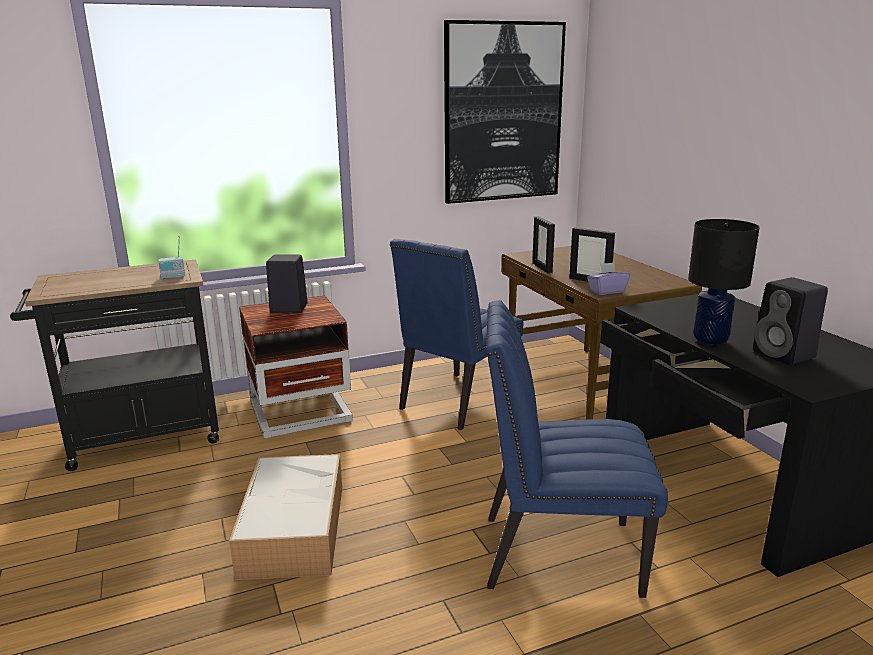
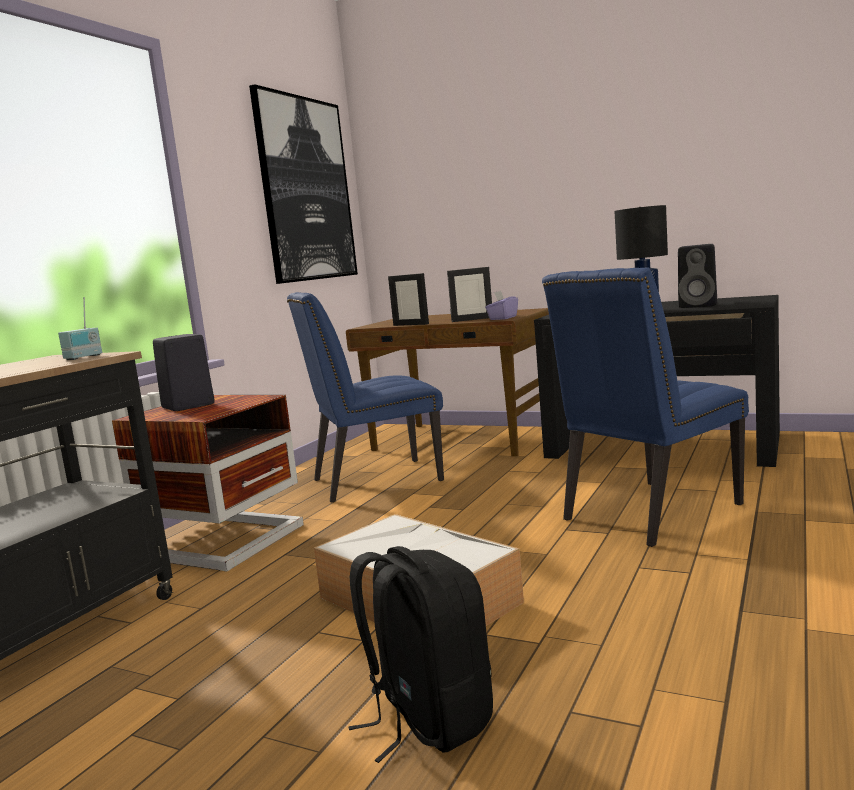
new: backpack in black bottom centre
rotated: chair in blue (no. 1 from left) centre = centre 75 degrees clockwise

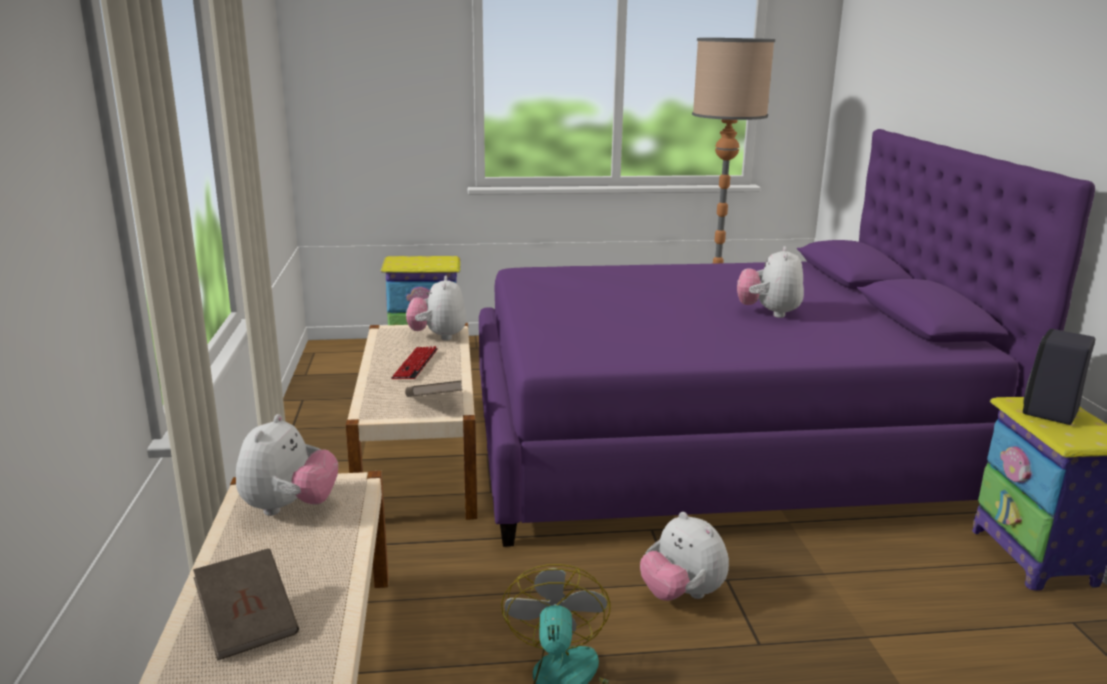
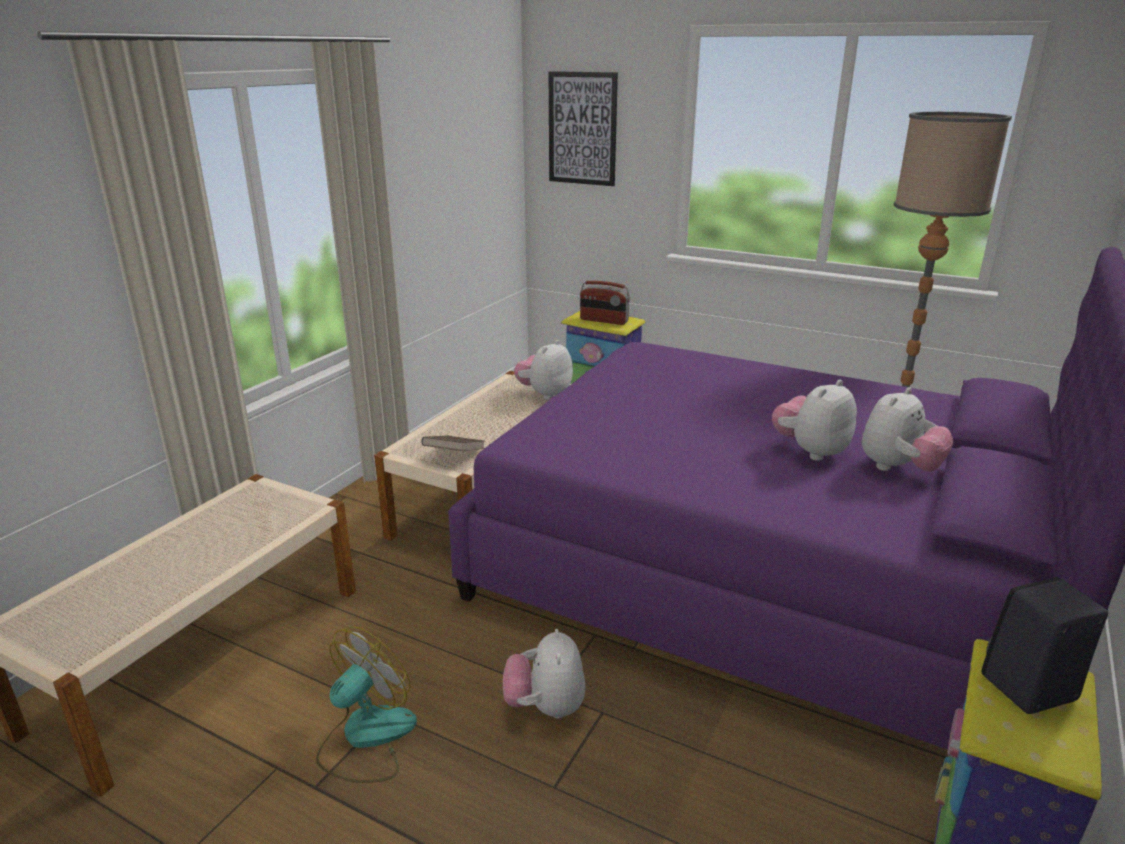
gone: keyboard centre; book in brown (no. 1 from left) bottom left
new: picture top centre; radio centre
shifted: plush toy (no. 1 from left in the first image) bottom left to plush toy (no. 4 from left) middle right

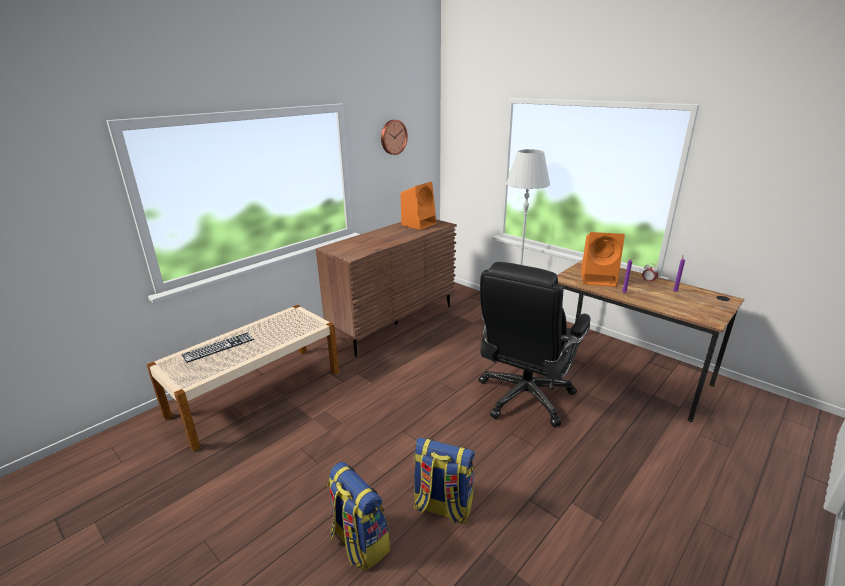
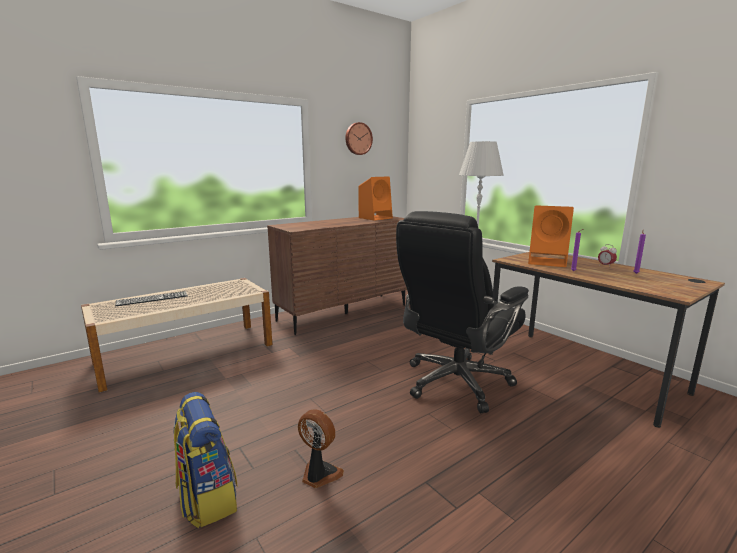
swapped: backpack (no. 2 from left) bottom centre to fan bottom centre

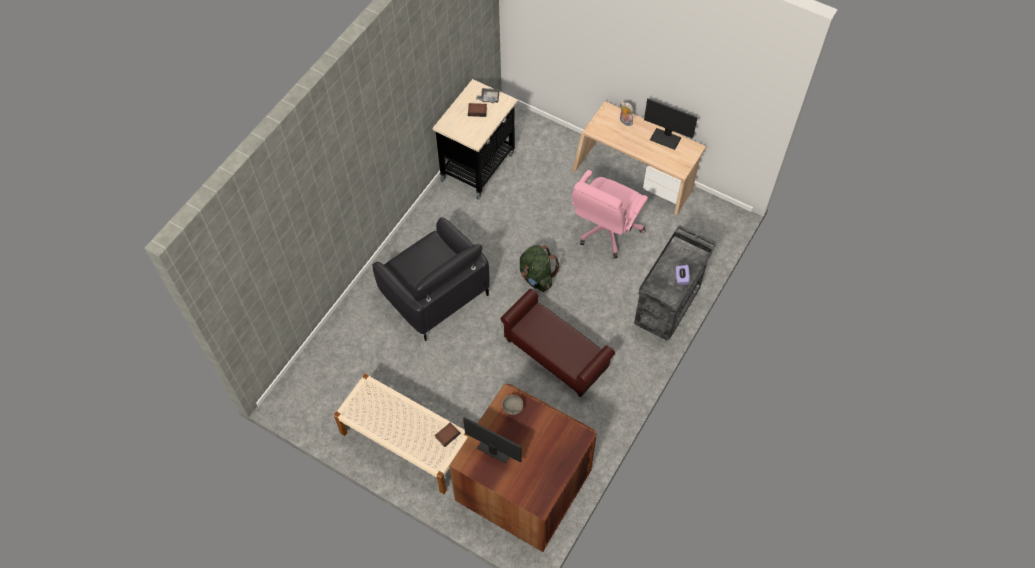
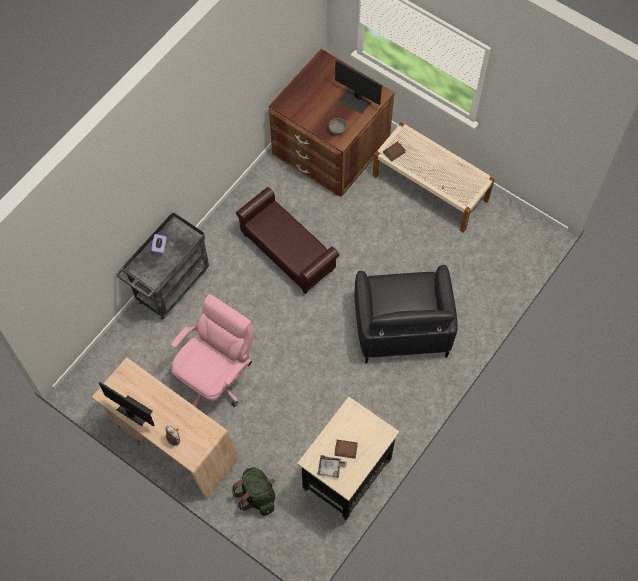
shifted: backpack in green centre to bottom centre
rotated: armchair in black centre = centre 150 degrees counterclockwise

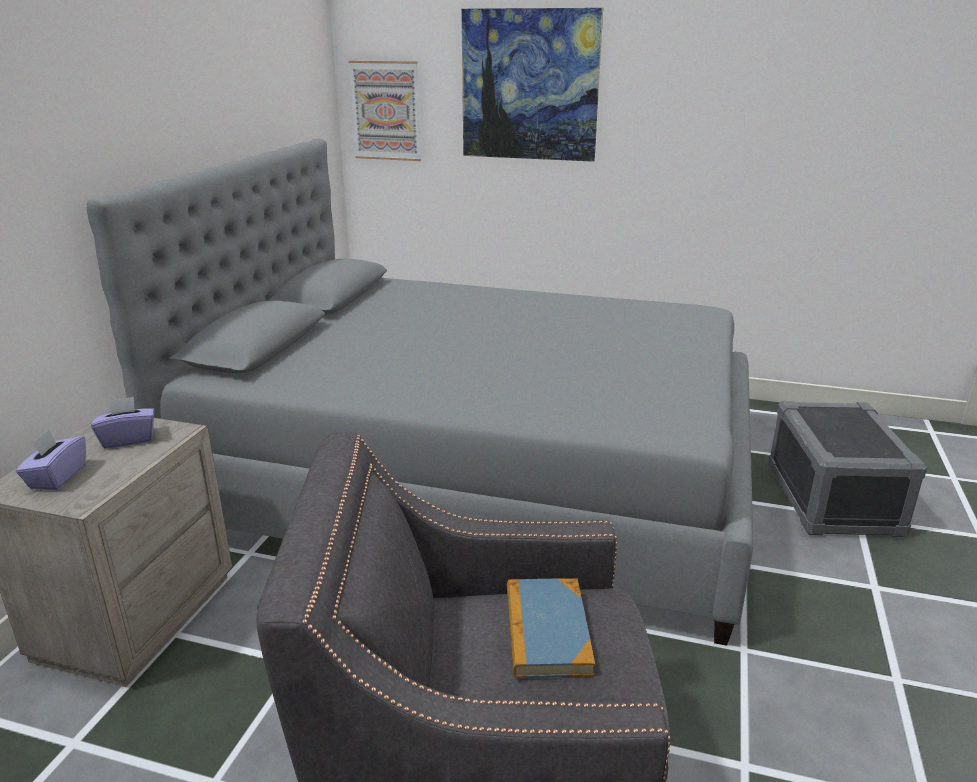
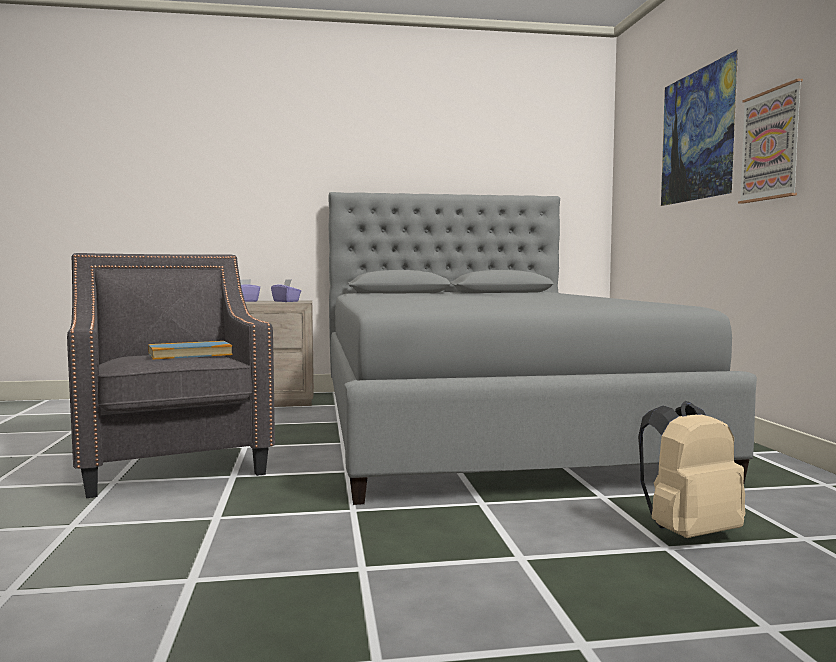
shifted: picture (no. 1 from left in the first image) top centre to picture (no. 2 from left) top right
swapped: storage box in grey middle right to backpack in beige bottom right

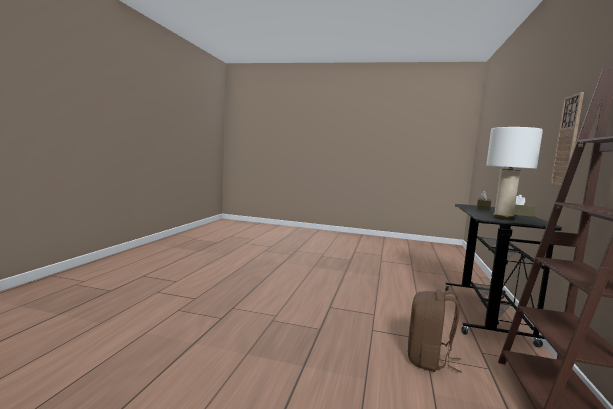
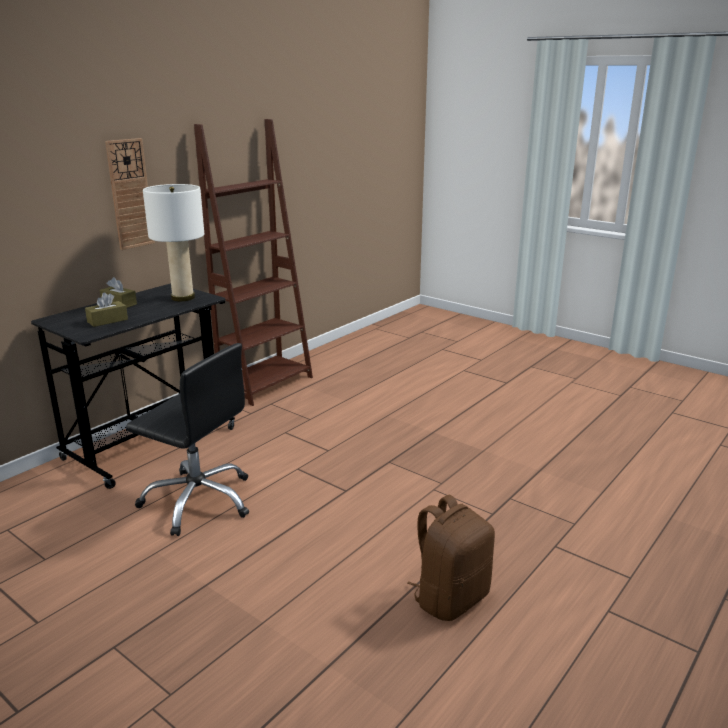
new: office chair in black middle left
shifted: backpack in brown bottom right to bottom centre

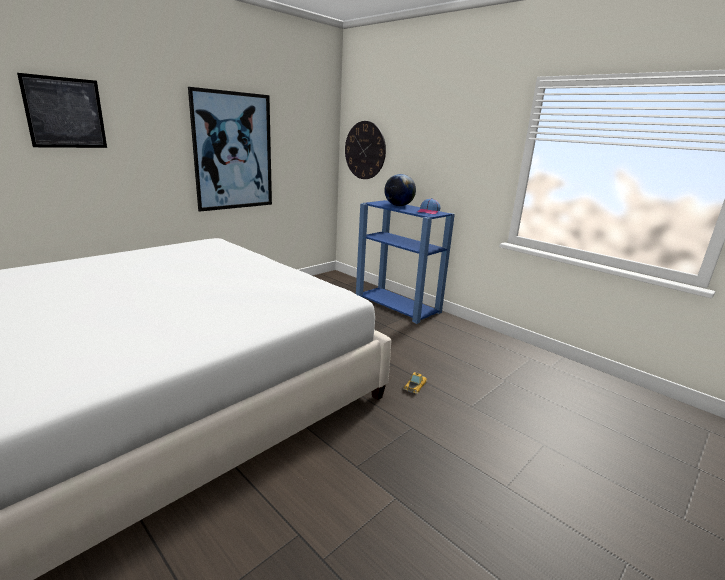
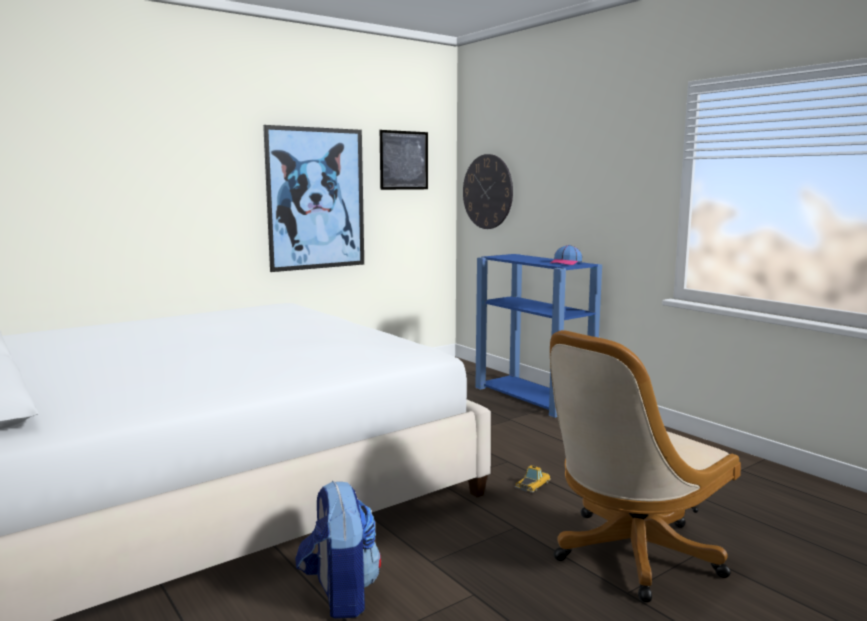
gone: globe top centre
new: office chair bottom right; backpack bottom centre
shifted: picture (no. 1 from left in the first image) top left to picture (no. 2 from left) top centre

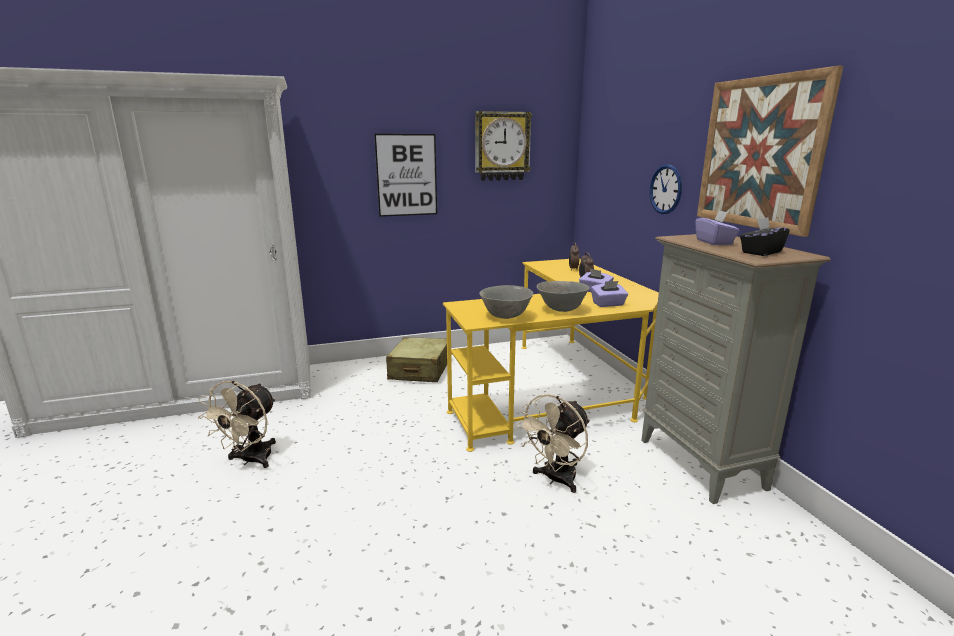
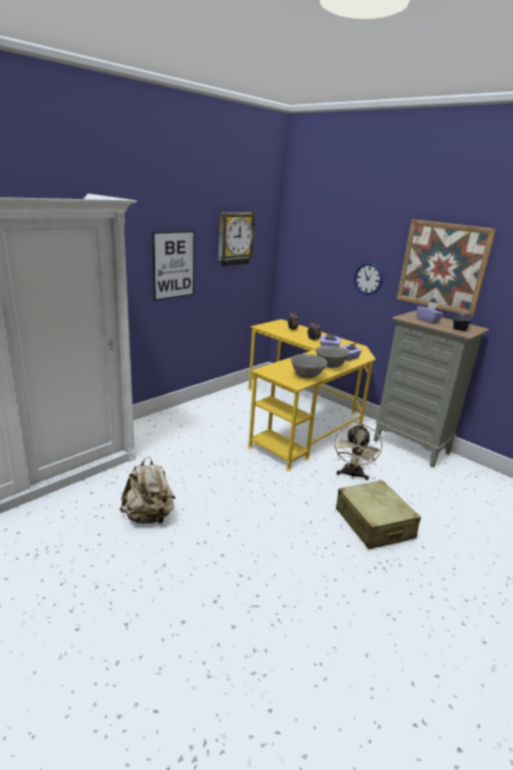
shifted: suitcase in beige centre to bottom right
swapped: fan in beige (no. 1 from left) bottom left to backpack in beige middle left

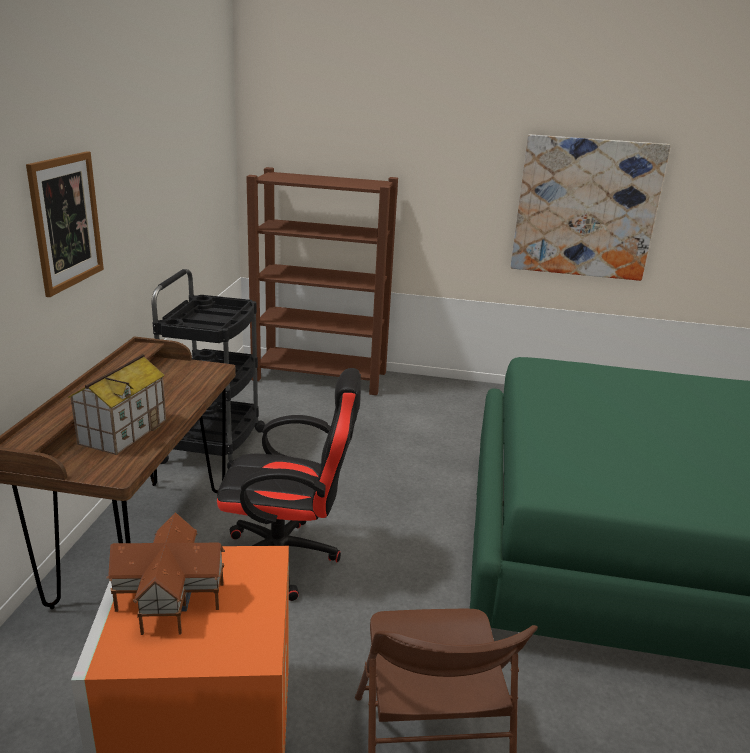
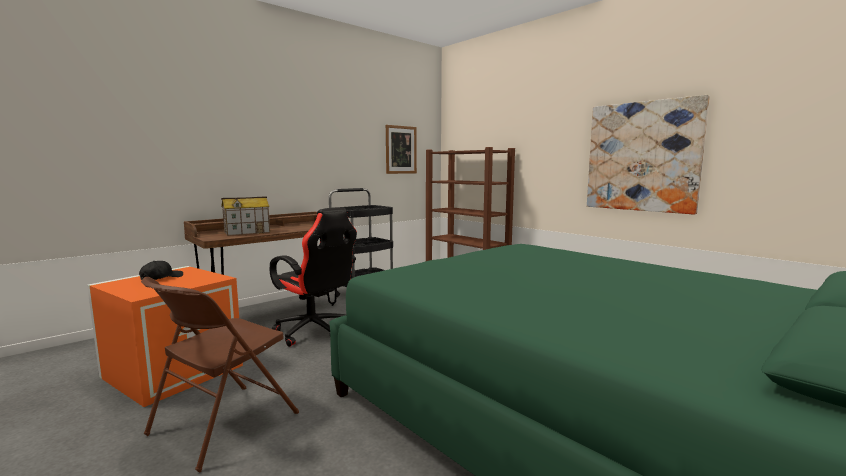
shifted: picture (no. 1 from left) top left to top centre
swapped: toy house (no. 2 from left) bottom left to cap in black middle left

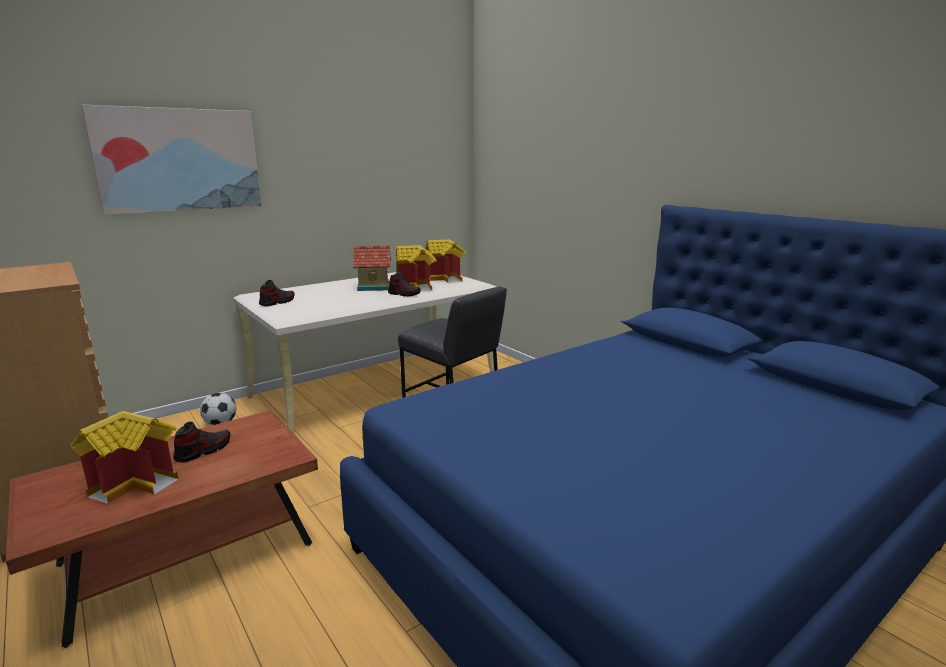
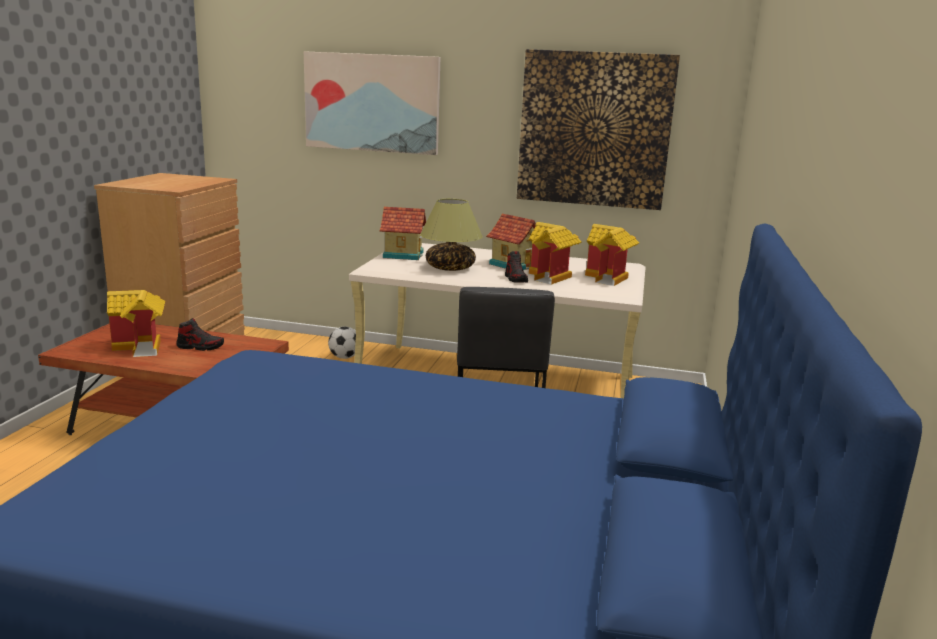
new: picture (no. 2 from left) top centre; table lamp centre
swapped: shoe (no. 2 from left) middle left to toy house (no. 2 from left) centre

